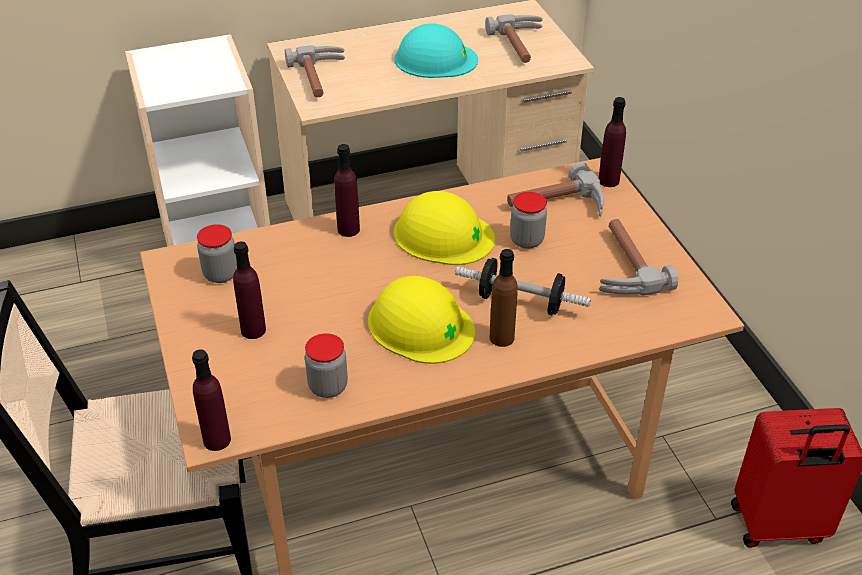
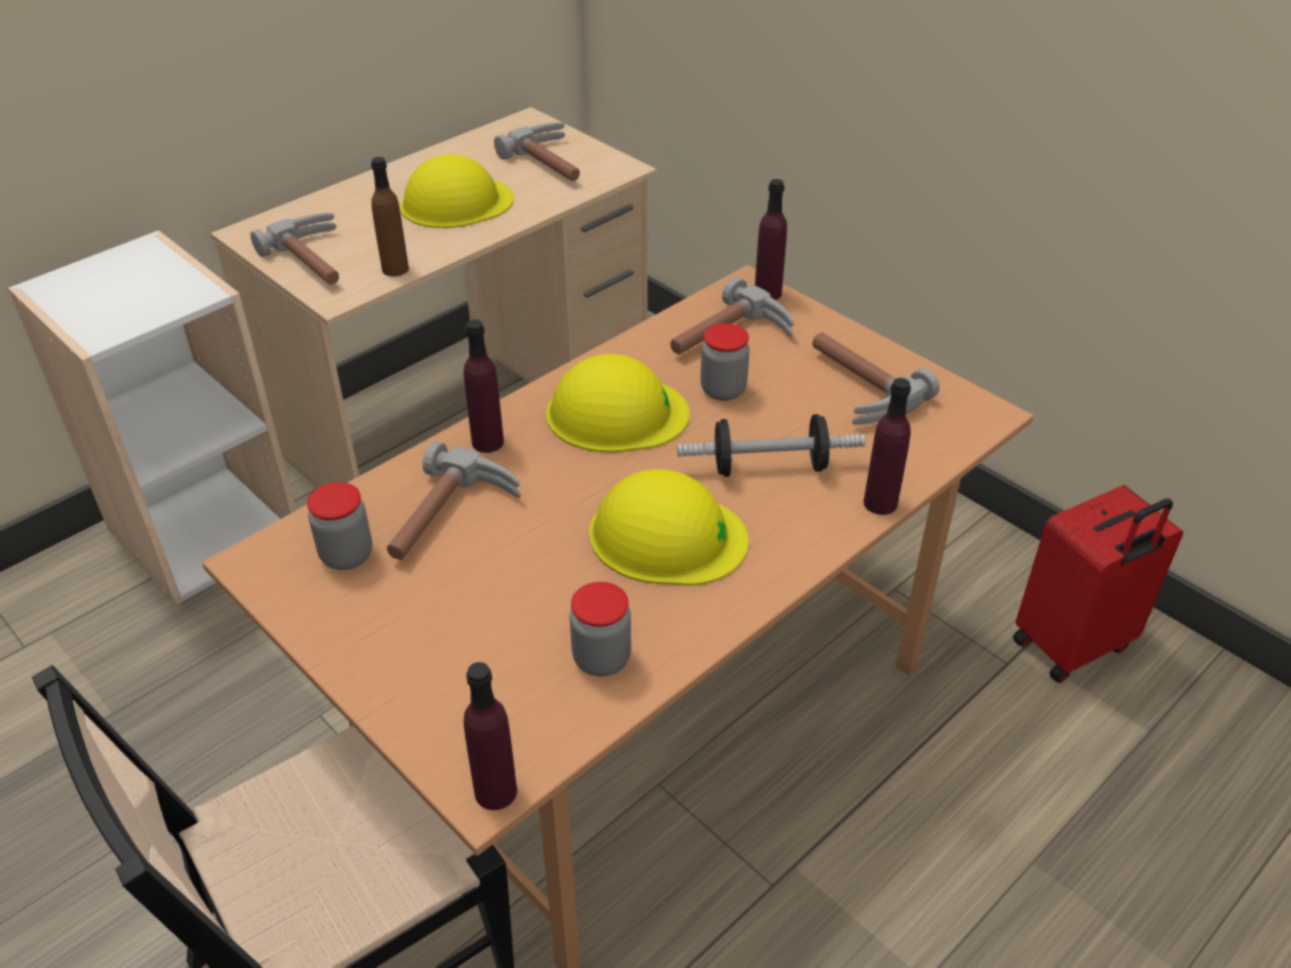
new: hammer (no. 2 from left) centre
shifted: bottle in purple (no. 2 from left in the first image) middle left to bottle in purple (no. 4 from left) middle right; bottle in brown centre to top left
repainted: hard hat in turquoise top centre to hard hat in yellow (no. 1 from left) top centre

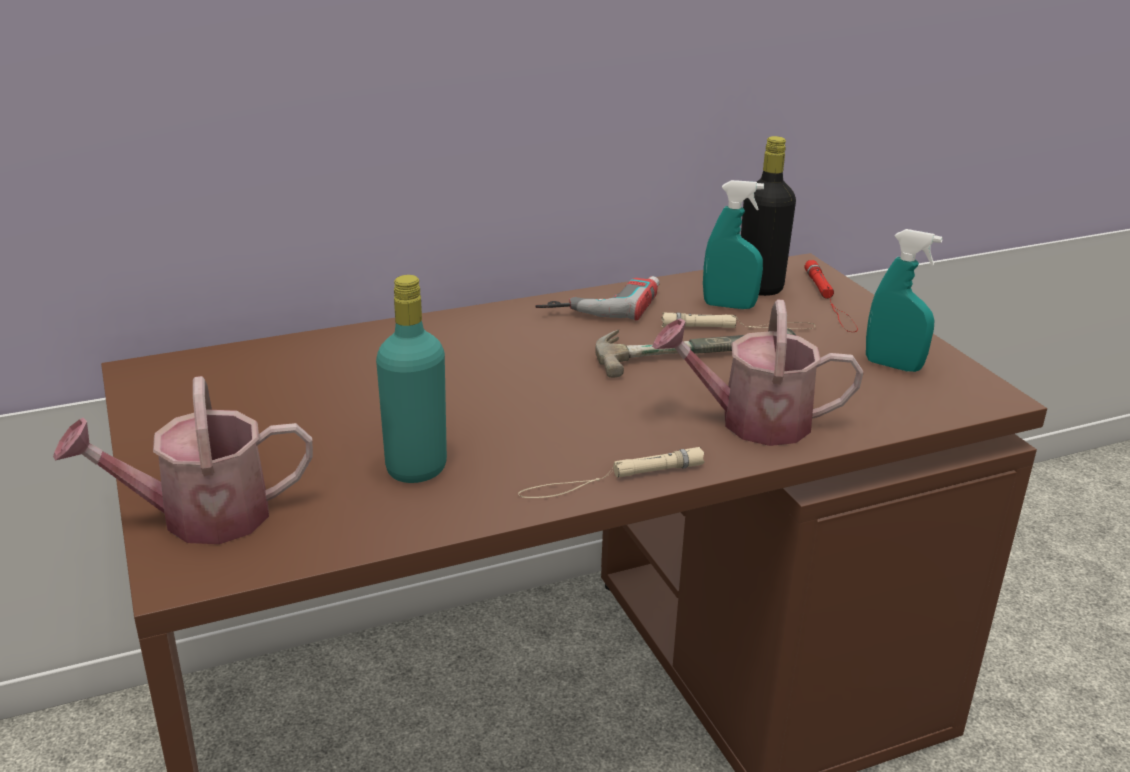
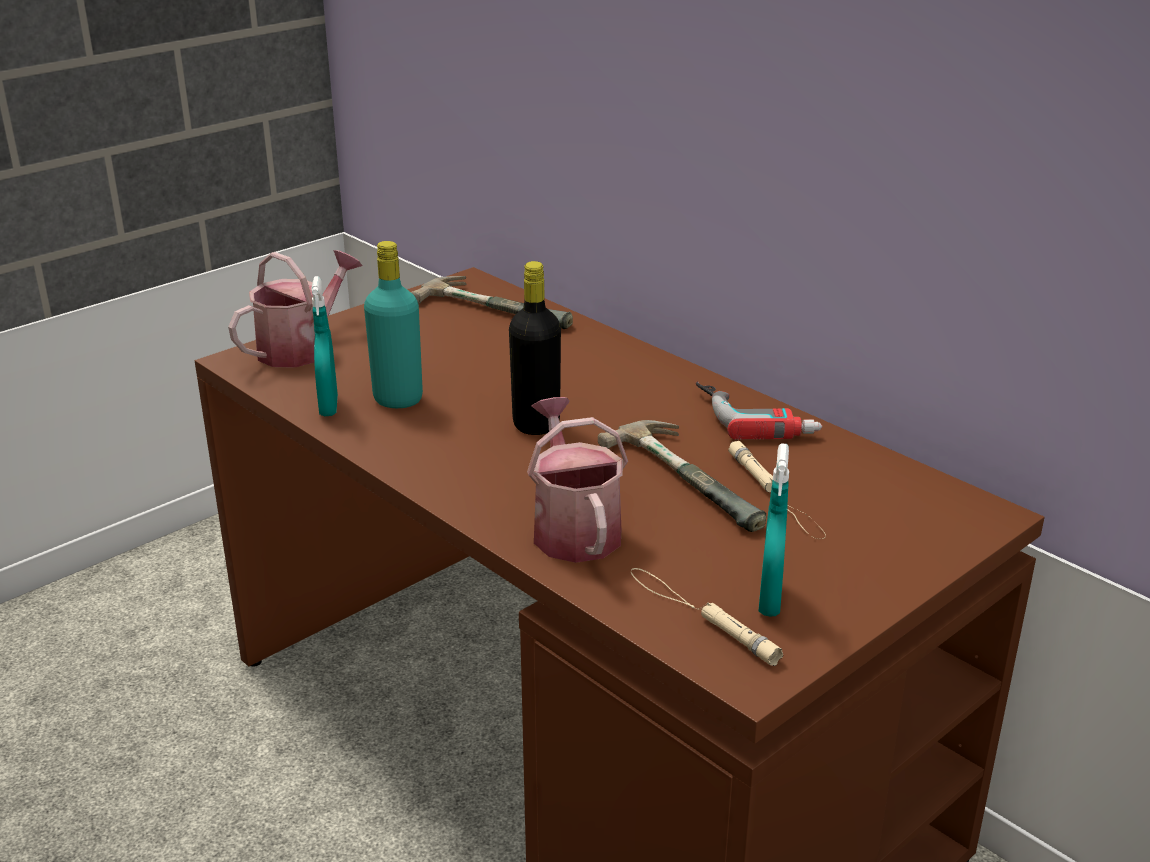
gone: flashlight in red middle right
new: hammer (no. 1 from left) centre
shifted: bottle in black top right to centre; spray bottle in turquoise (no. 1 from left) top centre to middle left; flashlight in beige (no. 1 from left) centre to bottom centre
rotated: watering can (no. 1 from left) middle left = middle left 75 degrees clockwise

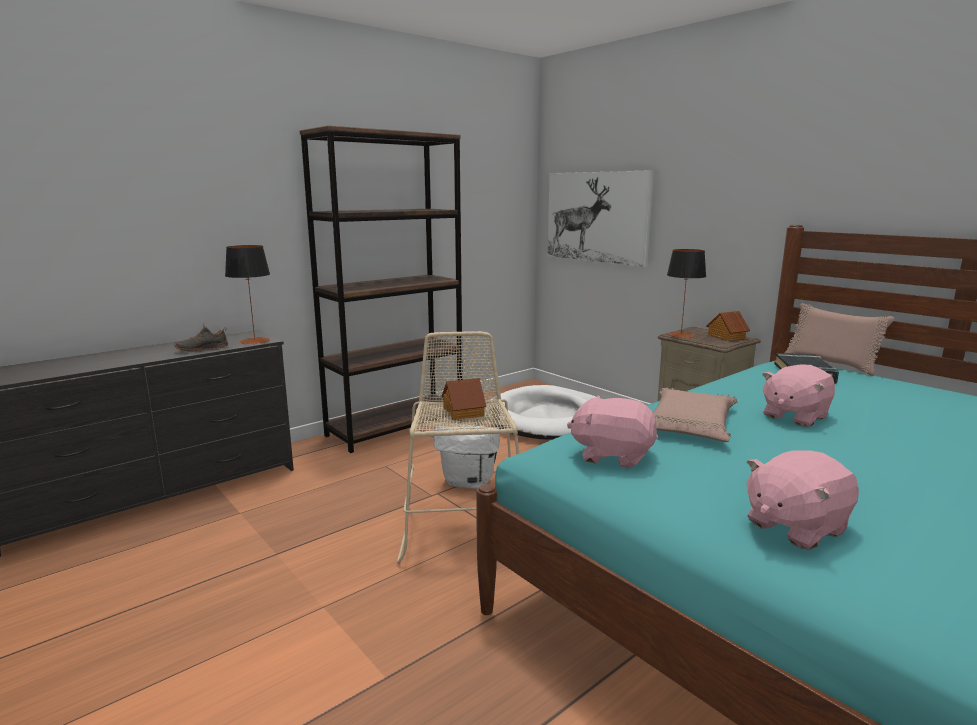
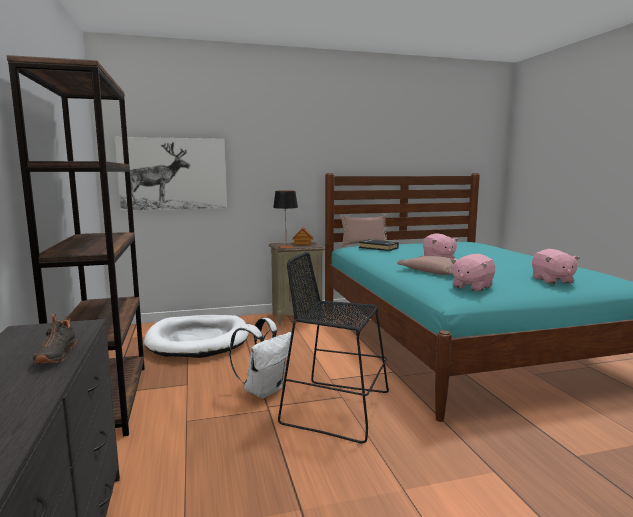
gone: table lamp (no. 1 from left) middle left; toy house (no. 1 from left) centre
repainted: stool in beige centre to stool in black bottom centre

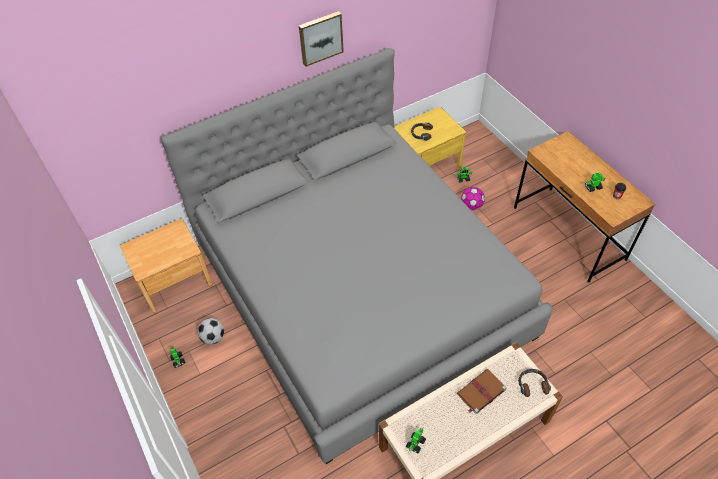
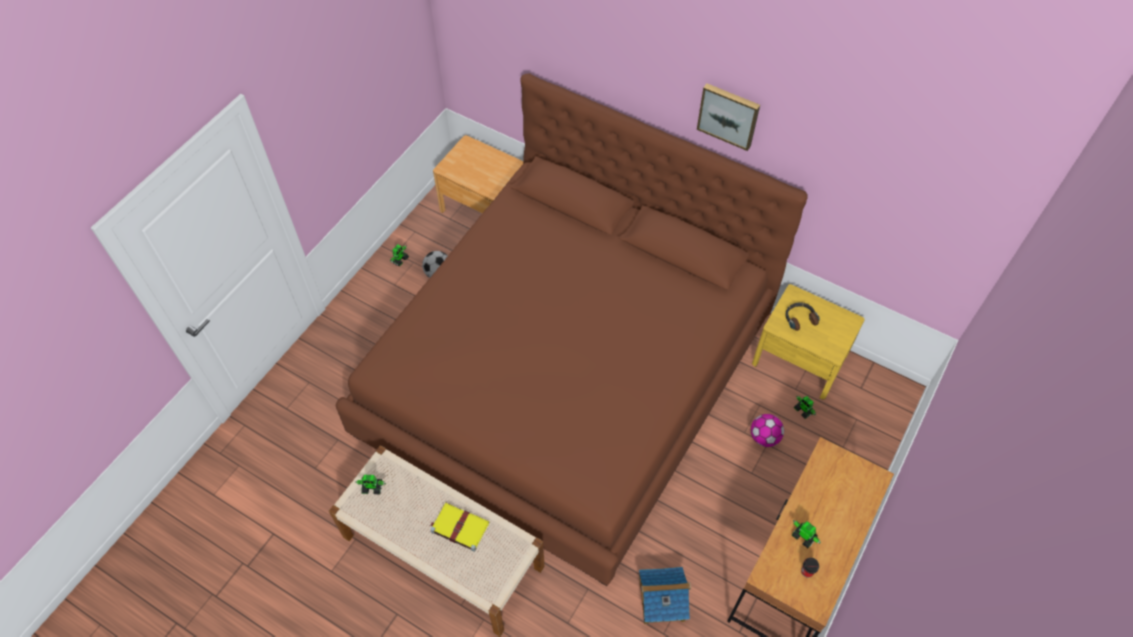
gone: headphones (no. 2 from left) bottom right
new: toy house bottom centre
repainted: bed in grey centre to bed in brown centre; book in brown bottom right to book in yellow bottom centre

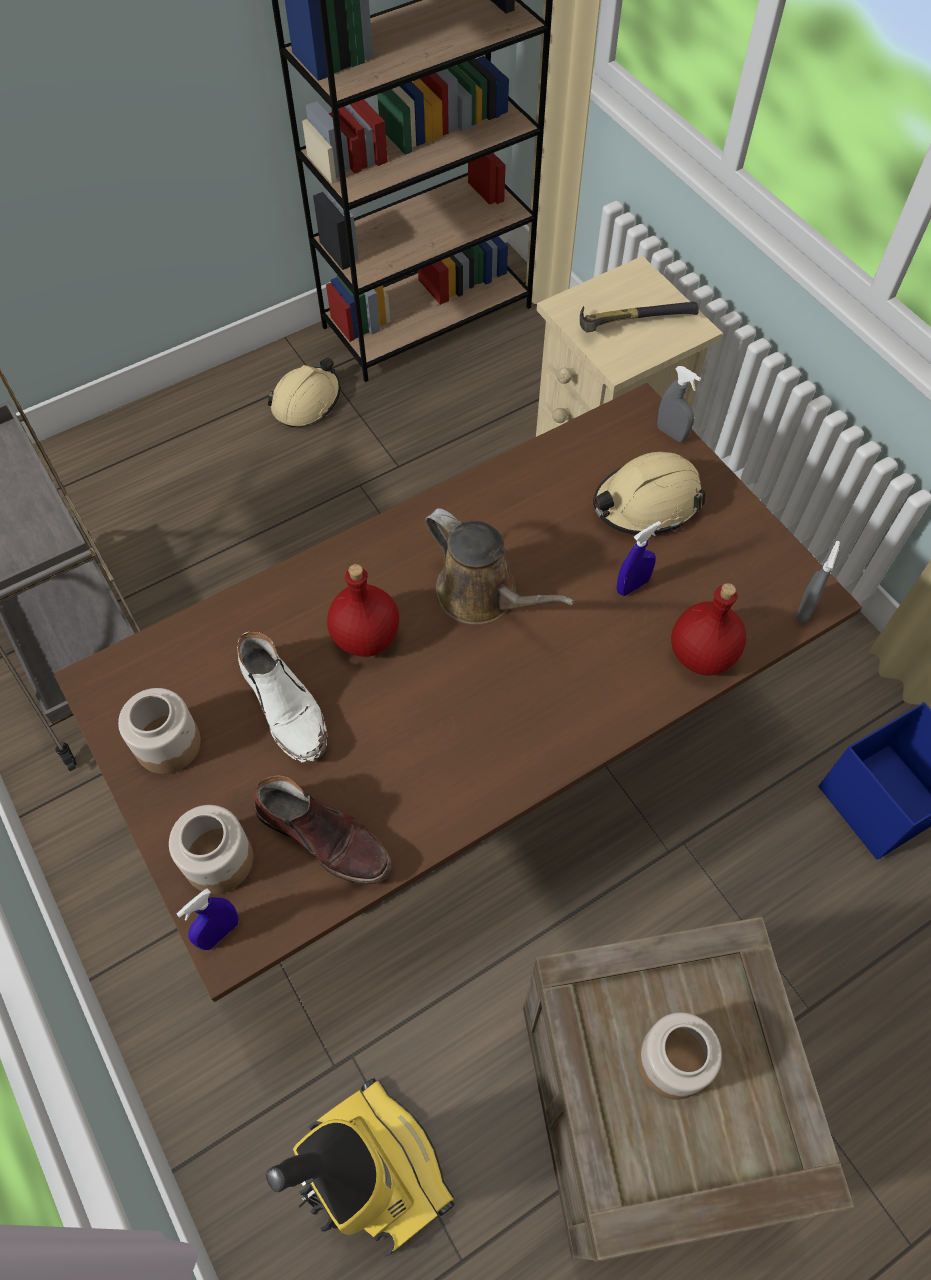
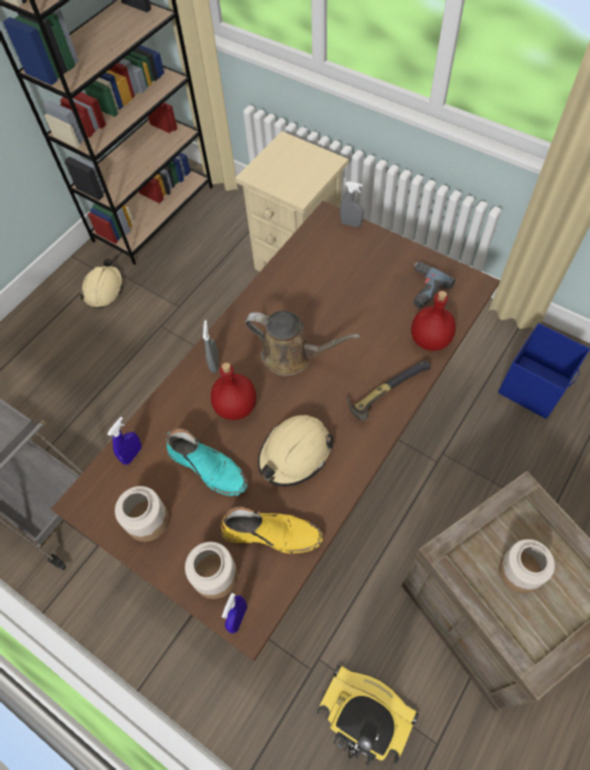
new: power drill middle right
shifted: hammer top right to centre; hard hat in beige (no. 2 from left) middle right to centre; spray bottle in blue (no. 2 from left in the first image) middle right to spray bottle in blue (no. 1 from left) middle left; spray bottle in grey (no. 2 from left in the first image) middle right to spray bottle in grey (no. 1 from left) centre
repainted: boot in white middle left to boot in turquoise centre; boot in brown centre to boot in yellow bottom centre

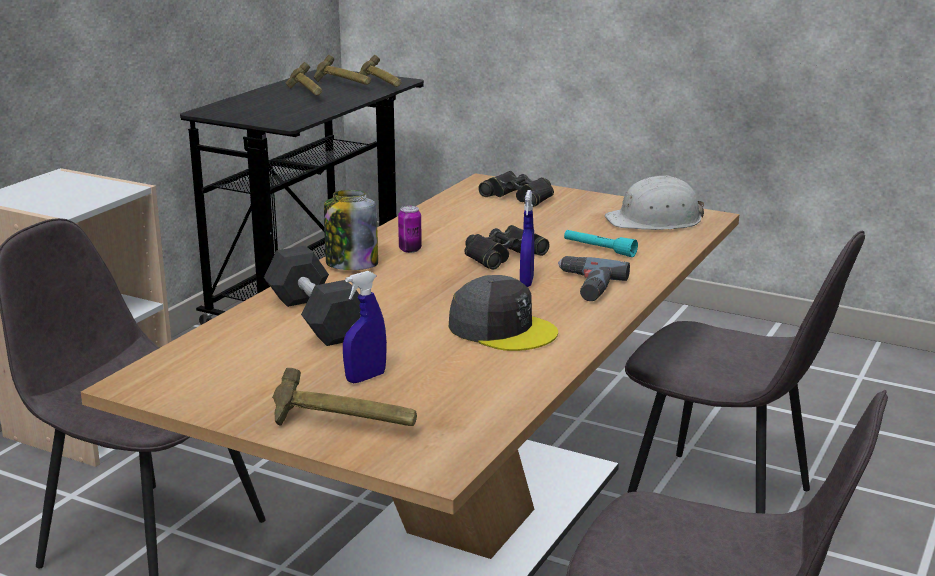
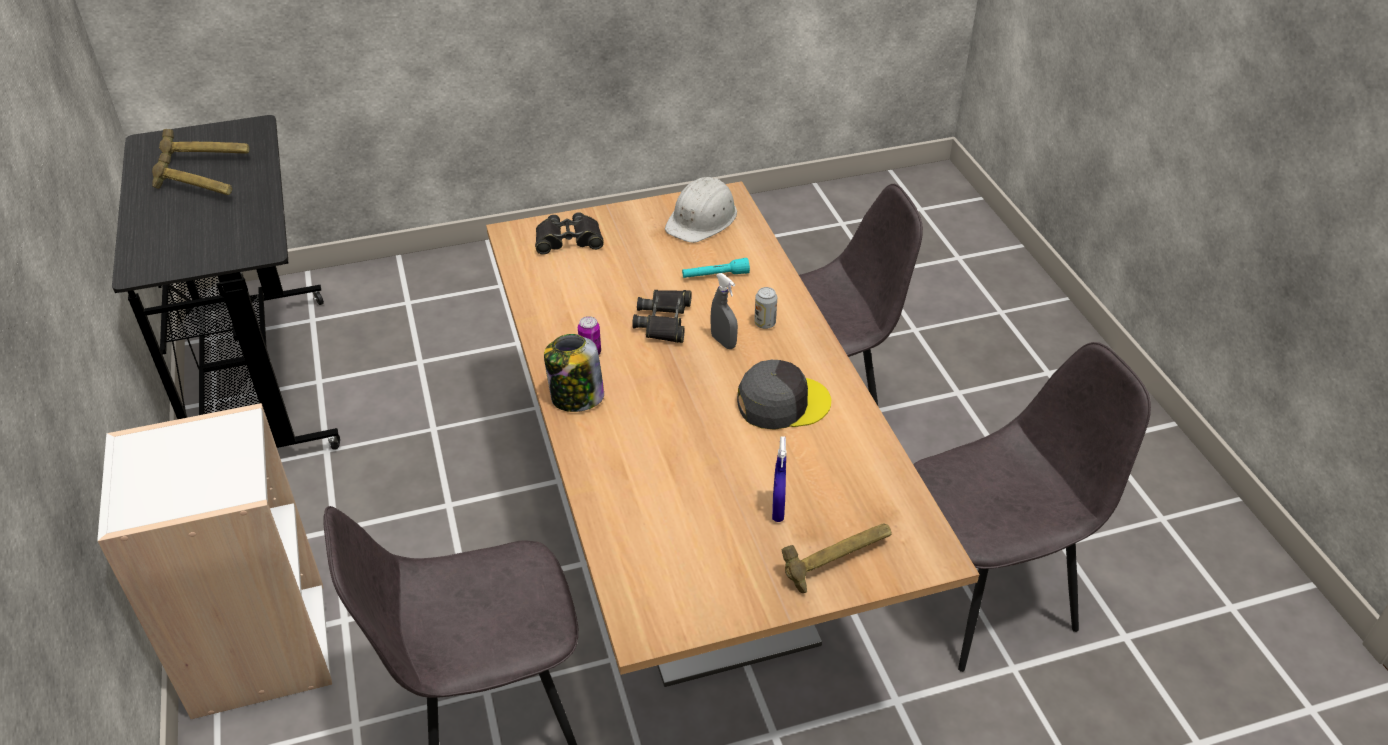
gone: hammer (no. 4 from left) top centre; dumbbell in black centre
swapped: power drill centre to can (no. 2 from left) centre
repainted: spray bottle in blue (no. 2 from left) centre to spray bottle in grey centre

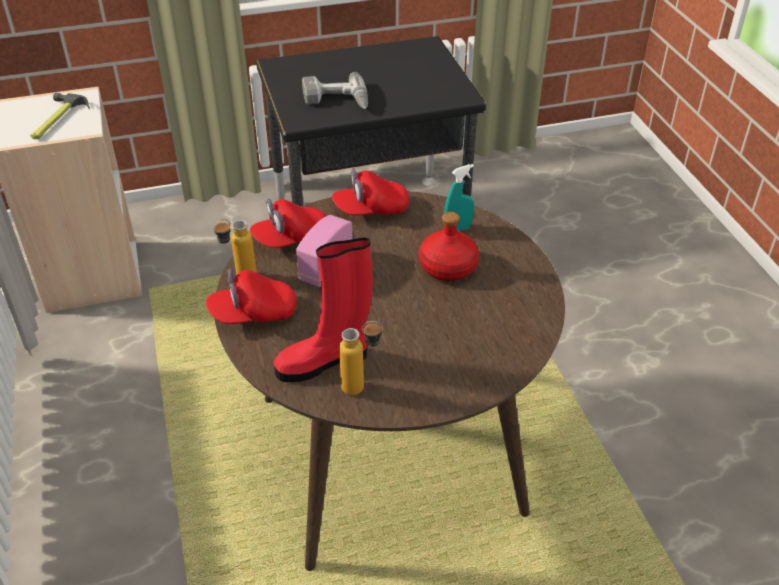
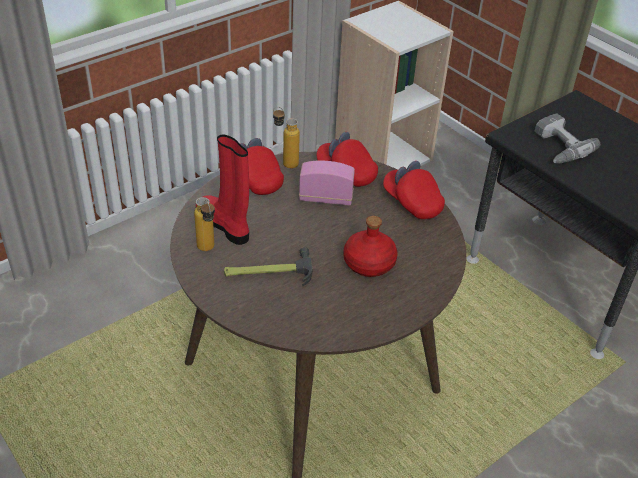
gone: spray bottle in turquoise centre
shifted: hammer top left to centre

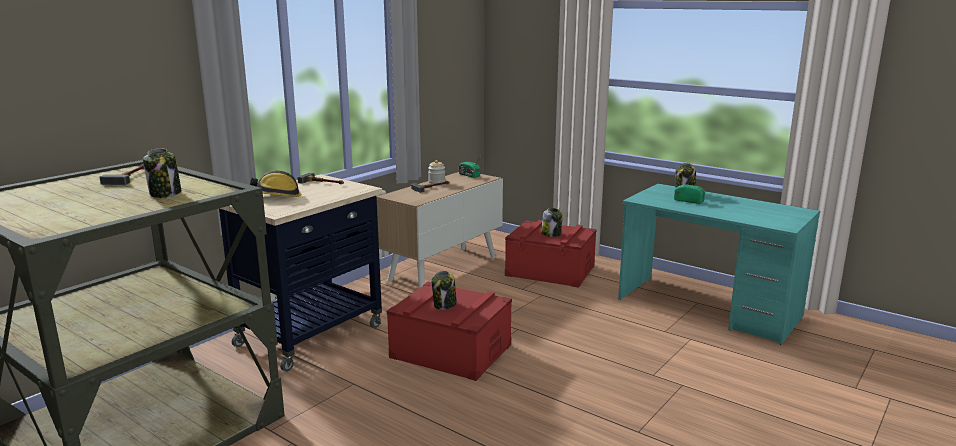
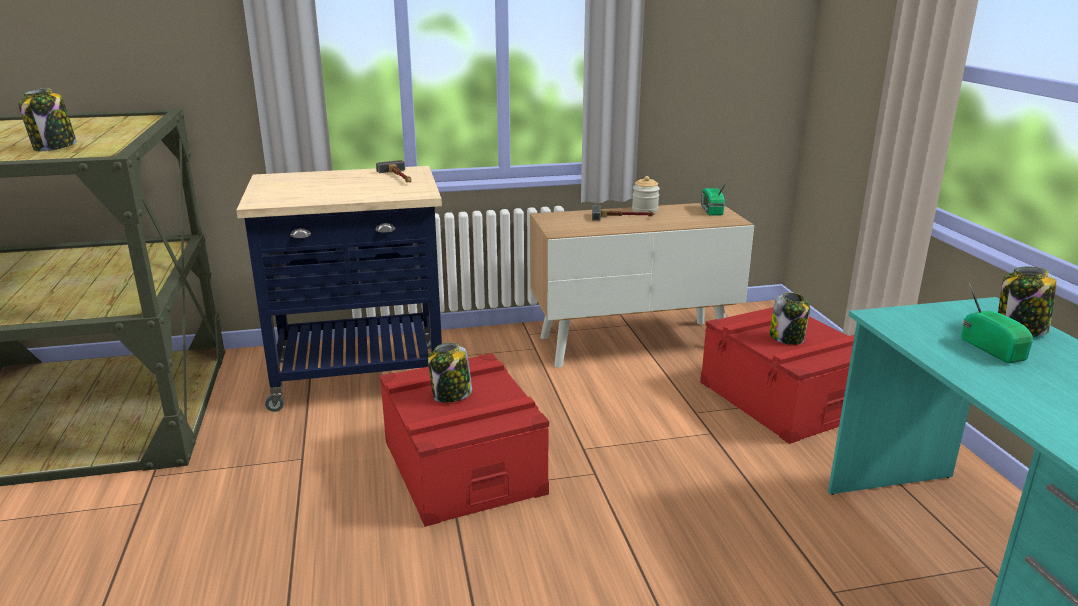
gone: hammer (no. 1 from left) middle left; hard hat middle left

